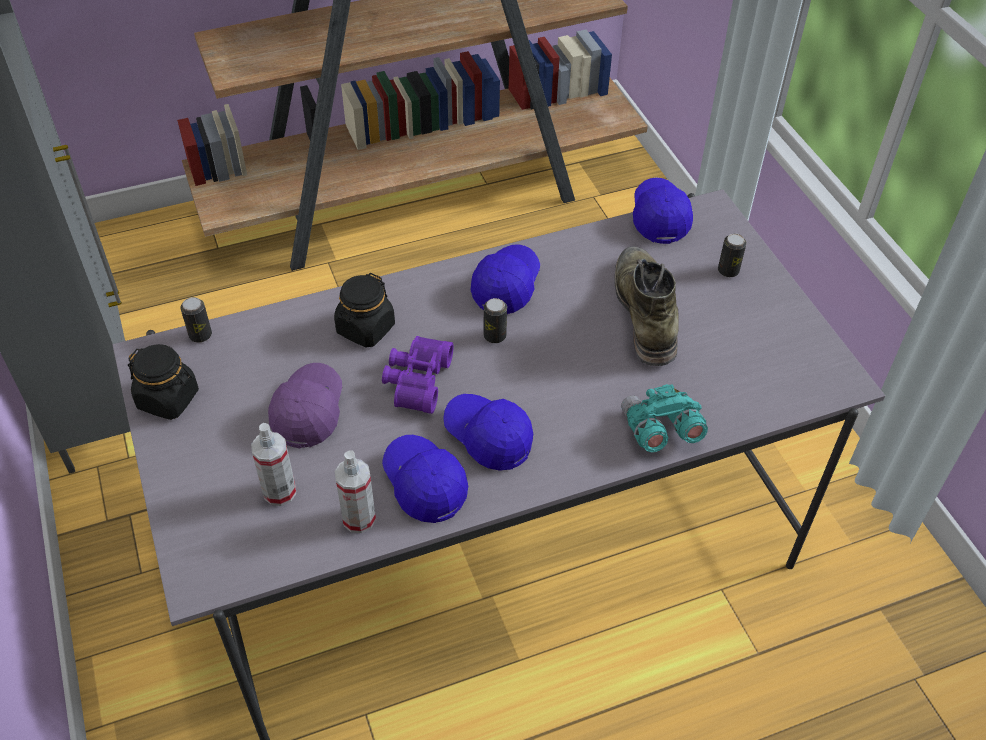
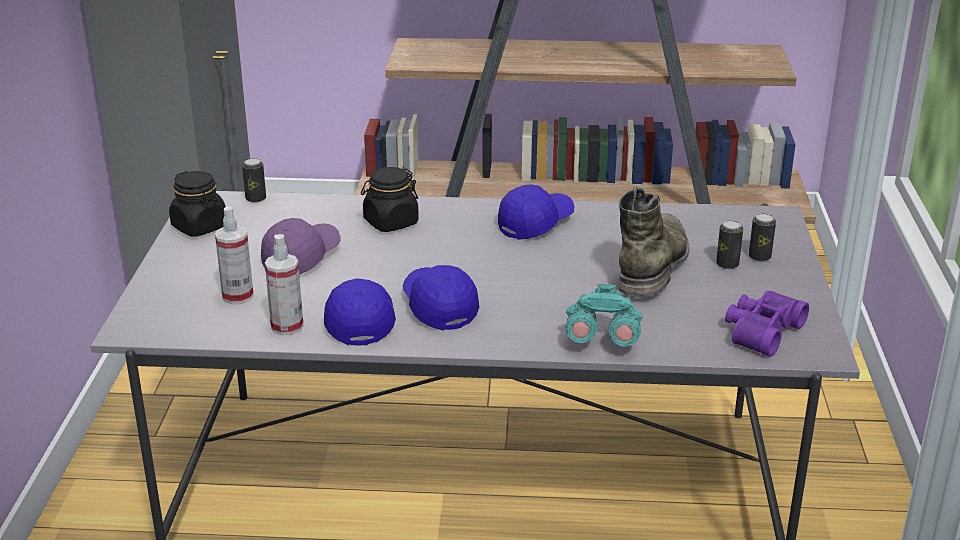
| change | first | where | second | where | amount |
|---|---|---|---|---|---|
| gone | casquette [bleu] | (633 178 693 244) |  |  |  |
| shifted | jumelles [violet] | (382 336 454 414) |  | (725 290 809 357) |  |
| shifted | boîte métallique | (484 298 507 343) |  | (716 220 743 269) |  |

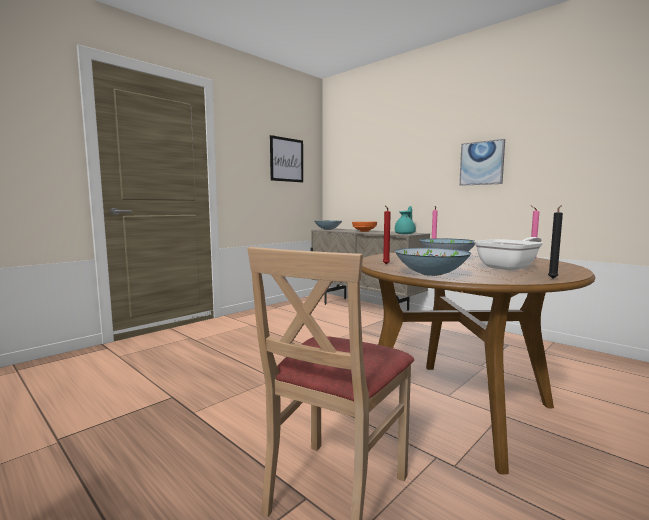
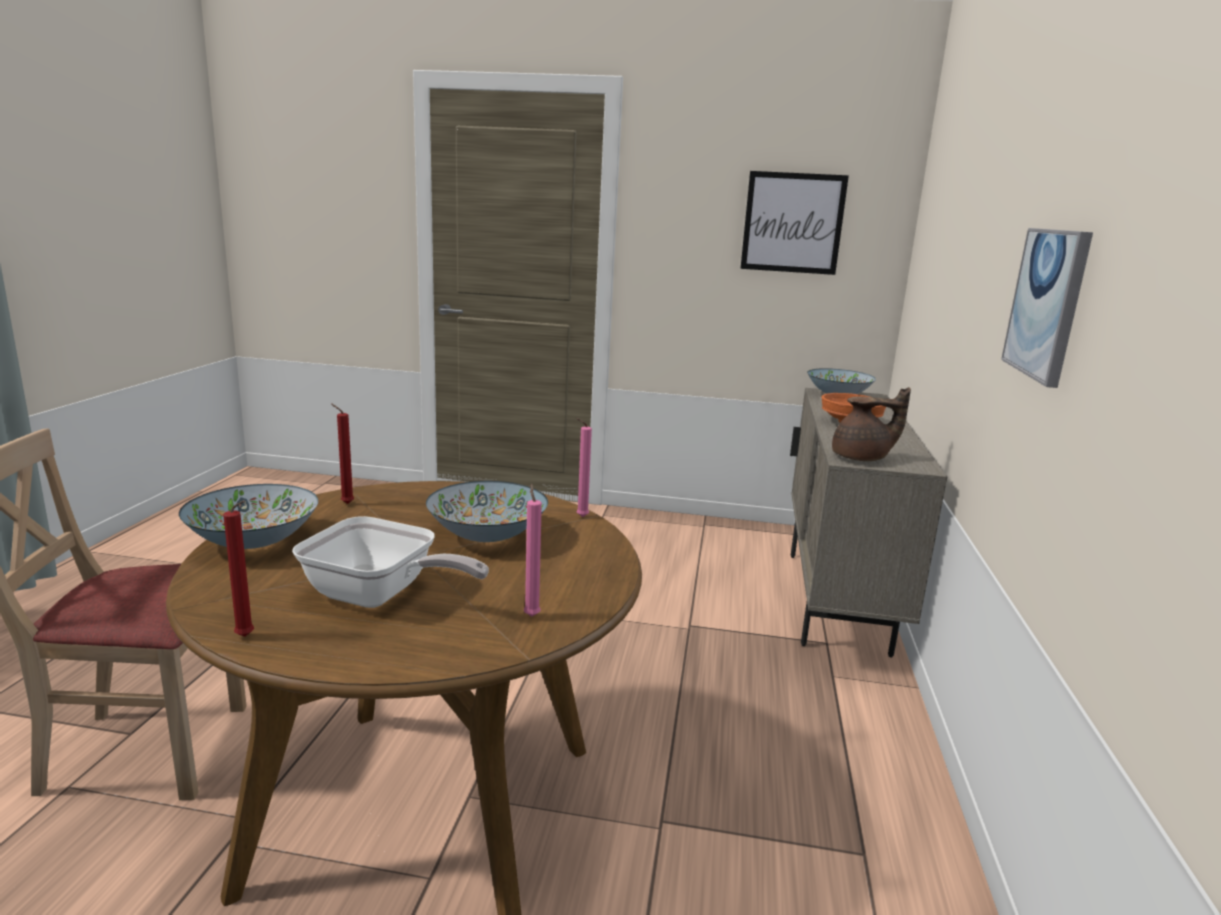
| change | first | where | second | where | amount |
|---|---|---|---|---|---|
| repainted | théière [turquoise] | (395 206 416 234) | théière [marron] | (832 387 911 461) |  |
| repainted | bougie [noir] | (548 205 563 279) | bougie [rouge] | (223 500 254 637) |  |

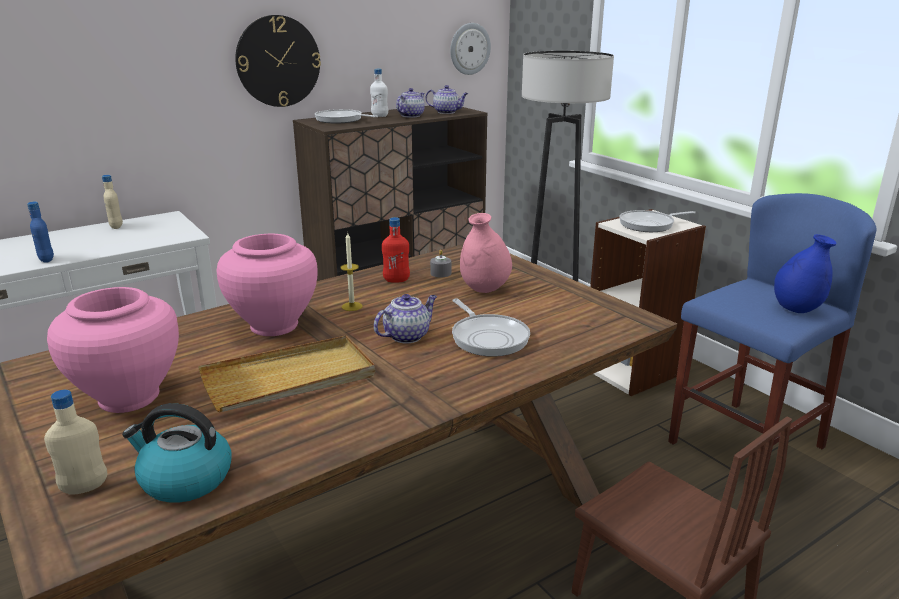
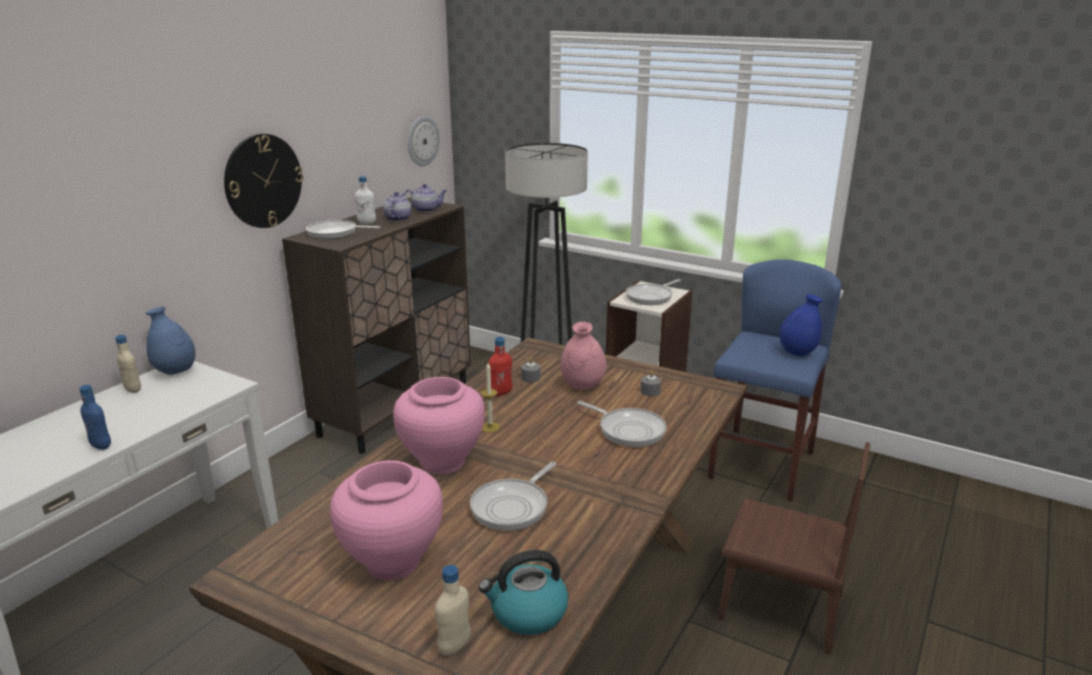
| change | first | where | second | where | amount |
|---|---|---|---|---|---|
| gone | théière | (374 294 437 344) |  |  |  |
| new |  |  | vase [bleu] | (146 307 195 375) |  |
| new |  |  | bougie [gris] | (641 370 661 396) |  |
| swapped | plateau [beige] | (198 336 375 412) | poêle | (470 462 557 531) |  |

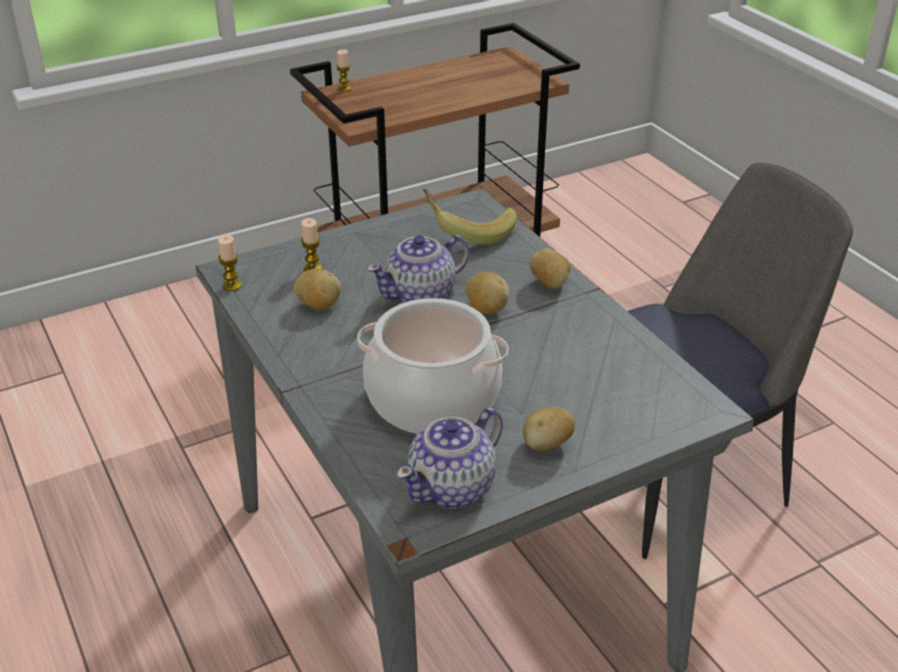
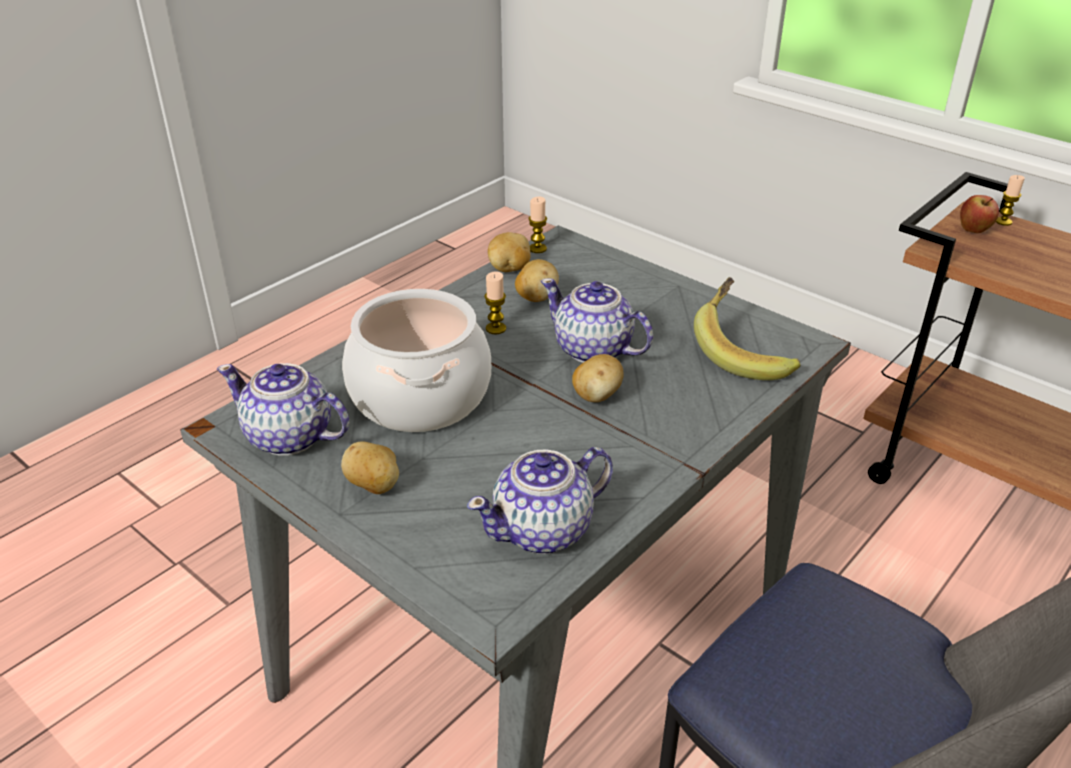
| change | first | where | second | where | amount |
|---|---|---|---|---|---|
| new |  |  | théière | (467 447 613 554) |  |
| new |  |  | pomme | (960 195 999 233) |  |
| shifted | bougie | (301 218 322 271) |  | (484 271 506 335) |  |
| shifted | pomme de terre | (530 248 571 289) |  | (488 232 531 272) |  |

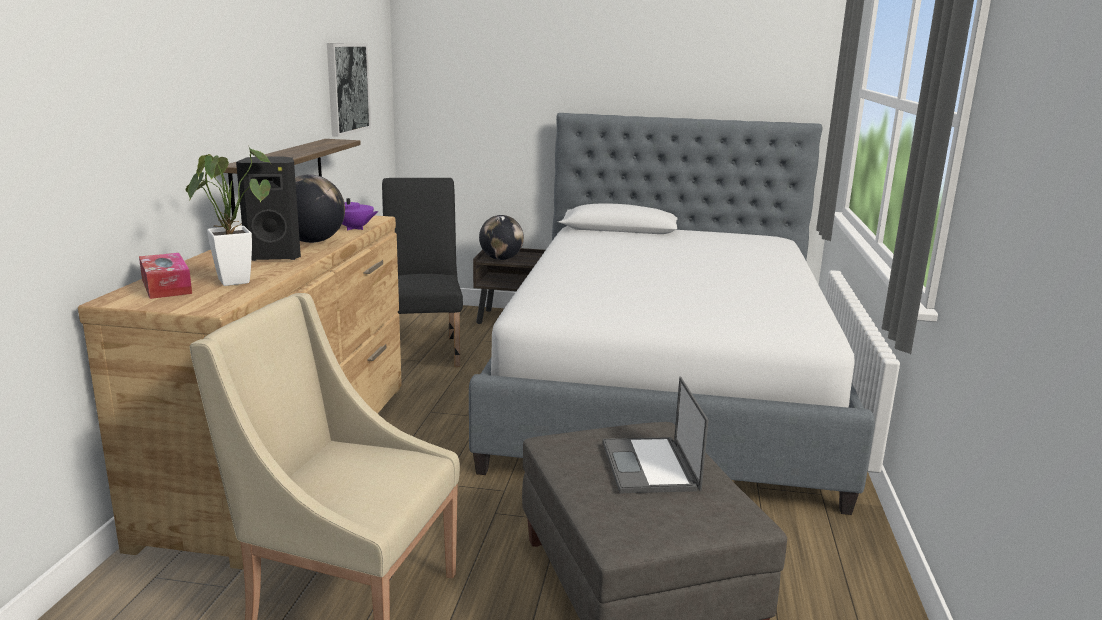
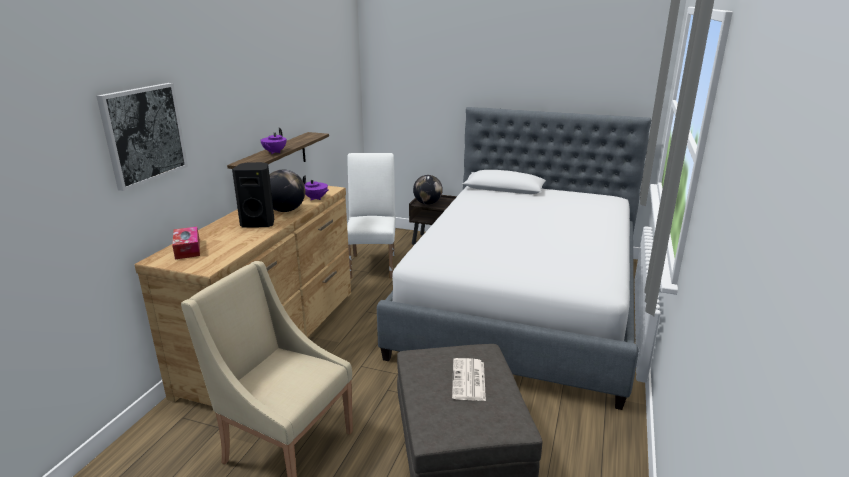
| change | first | where | second | where | amount |
|---|---|---|---|---|---|
| gone | plante en pot | (185 145 271 286) |  |  |  |
| new |  |  | théière [violet] | (260 128 286 154) |  |
| shifted | tableau | (327 43 371 137) |  | (96 83 188 191) |  |
| swapped | ordinateur portable | (603 377 708 493) | journal | (452 358 486 401) |  |
| repainted | chaise [noir] | (382 178 463 367) | chaise [blanc] | (347 153 396 279) |  |

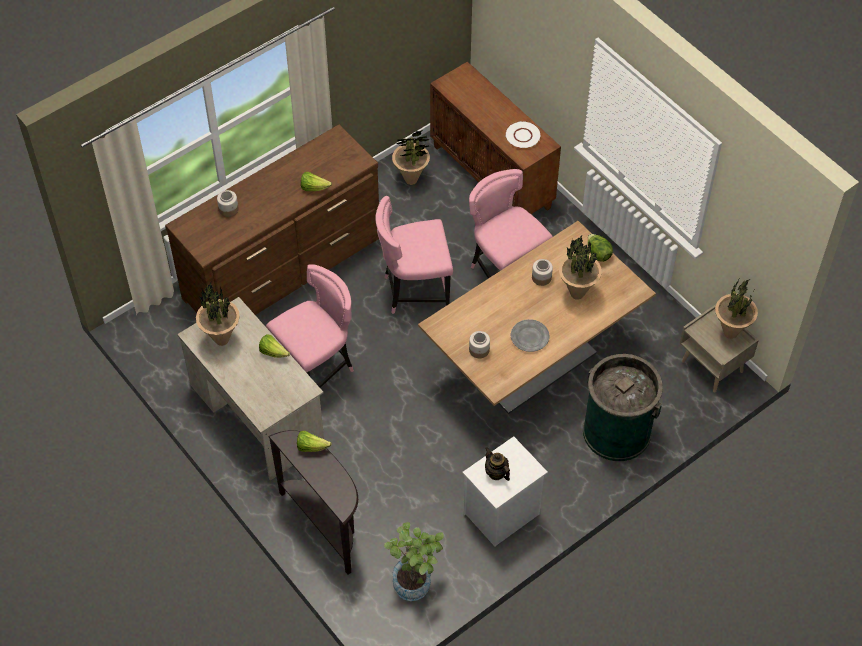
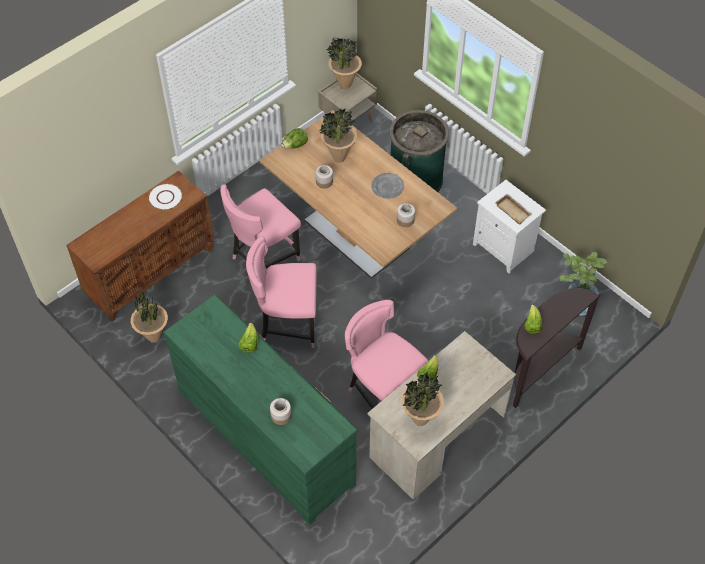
| change | first | where | second | where | amount |
|---|---|---|---|---|---|
| swapped | théière | (485 447 510 481) | plateau [beige] | (495 194 532 225) |  |
| repainted | commode [marron] | (165 124 379 315) | commode [vert] | (163 295 357 525) |  |
| rotated | chaise [rose] | (375 196 453 314) |  | (246 236 317 348) | 105 degrees clockwise |

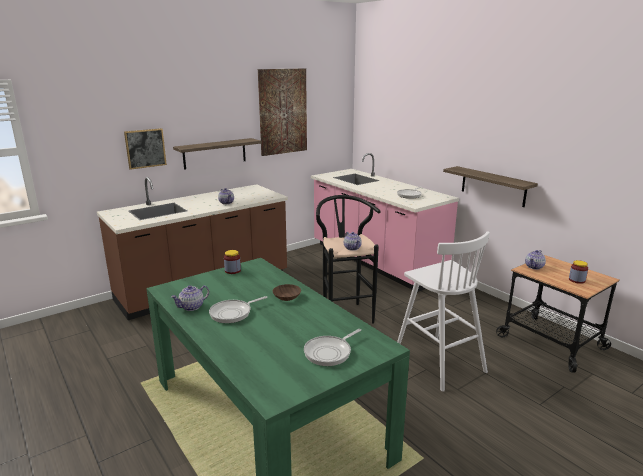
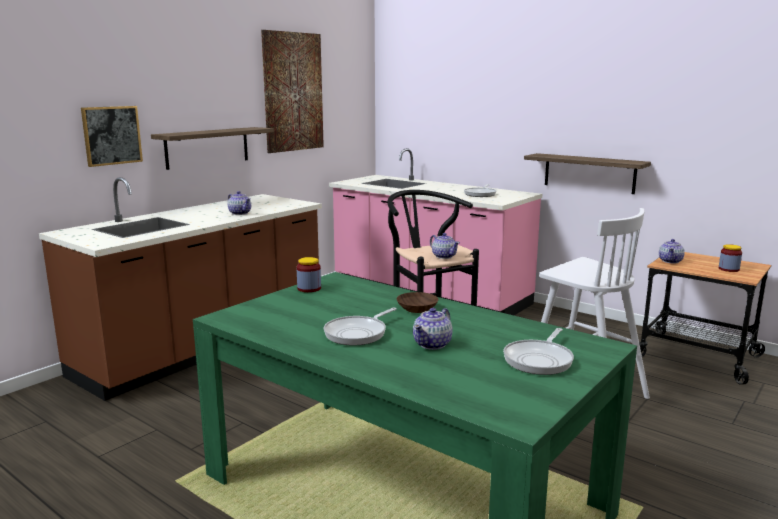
| change | first | where | second | where | amount |
|---|---|---|---|---|---|
| shifted | théière | (171 285 209 311) |  | (413 308 453 350) |  |

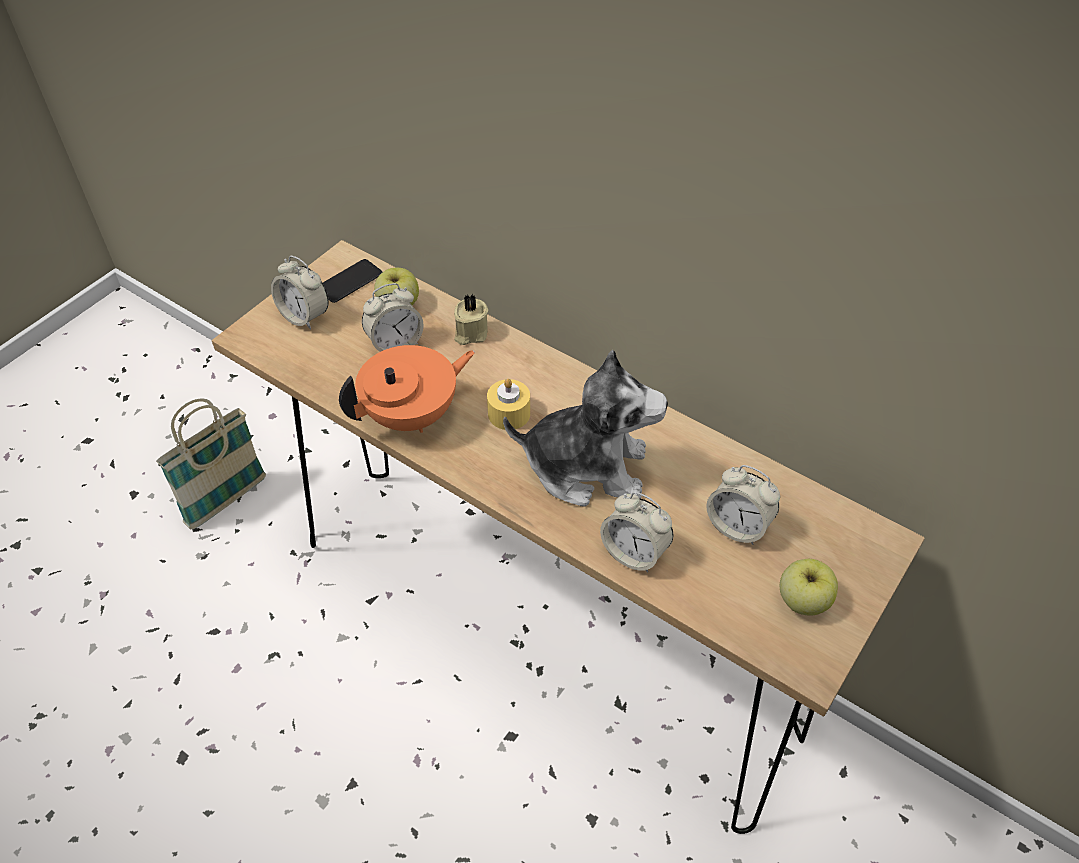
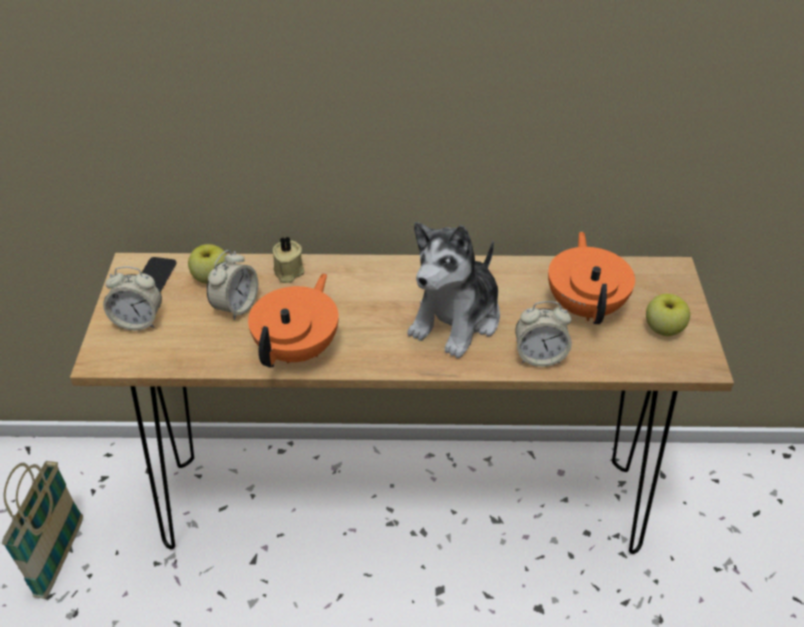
| change | first | where | second | where | amount |
|---|---|---|---|---|---|
| gone | bougie [jaune] | (487 379 530 430) |  |  |  |
| swapped | réveil | (706 465 780 545) | théière [orange] | (548 231 635 324) |  |
| rotated | peluche | (503 350 668 507) |  | (407 222 500 358) | 150 degrees clockwise |

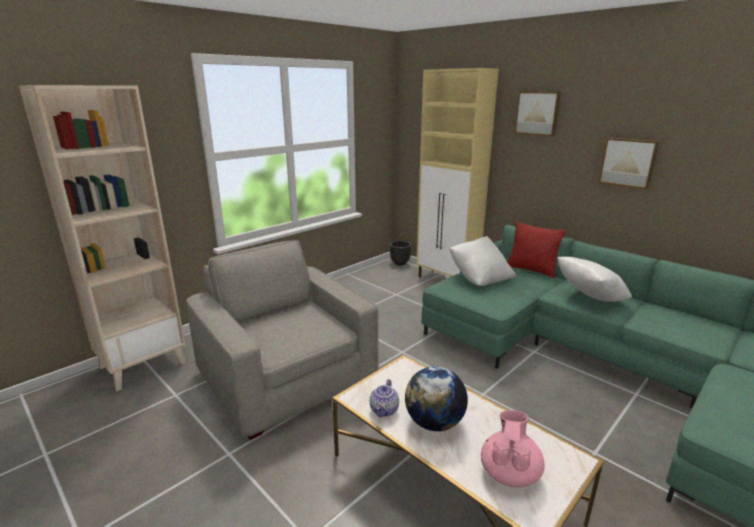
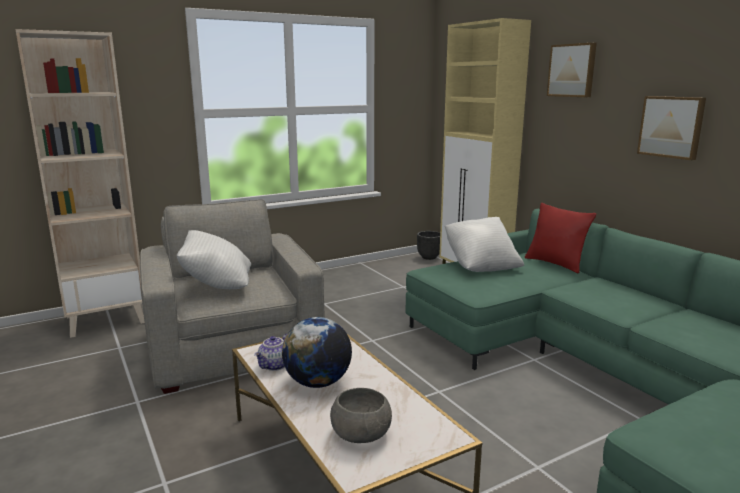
| change | first | where | second | where | amount |
|---|---|---|---|---|---|
| shifted | coussin [blanc] | (557 257 632 302) |  | (177 230 251 289) |  |
| swapped | théière [rose] | (481 410 545 487) | bol [gris] | (330 388 392 443) |  |

